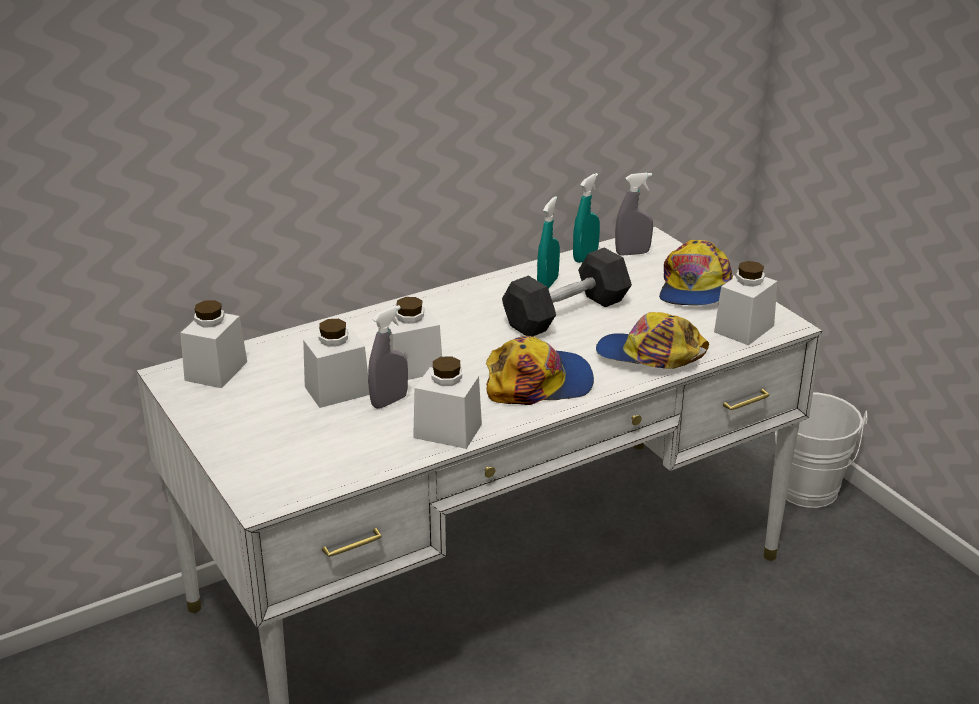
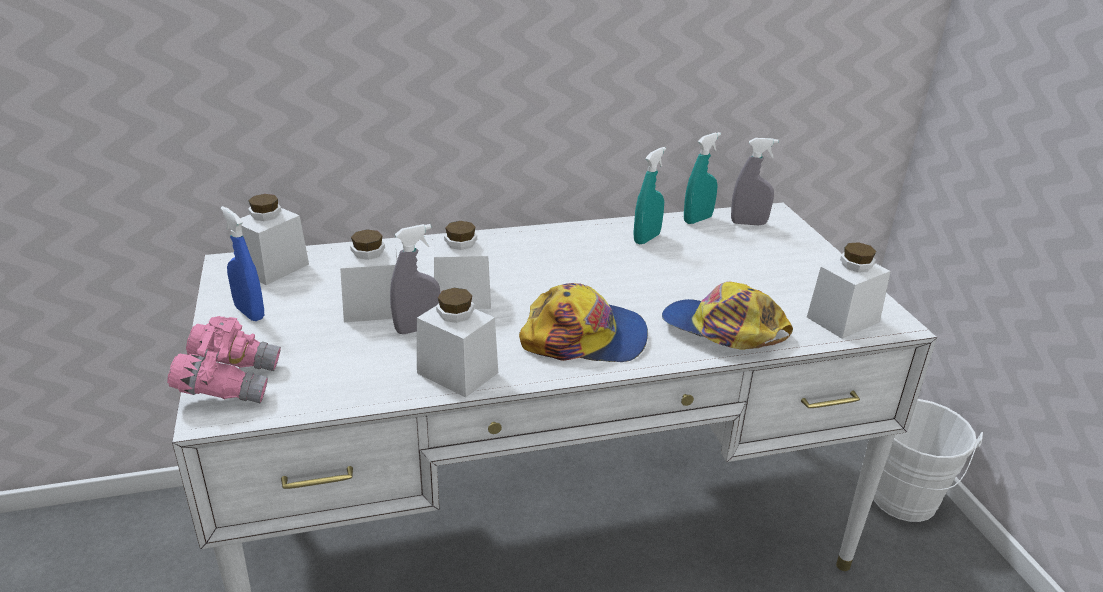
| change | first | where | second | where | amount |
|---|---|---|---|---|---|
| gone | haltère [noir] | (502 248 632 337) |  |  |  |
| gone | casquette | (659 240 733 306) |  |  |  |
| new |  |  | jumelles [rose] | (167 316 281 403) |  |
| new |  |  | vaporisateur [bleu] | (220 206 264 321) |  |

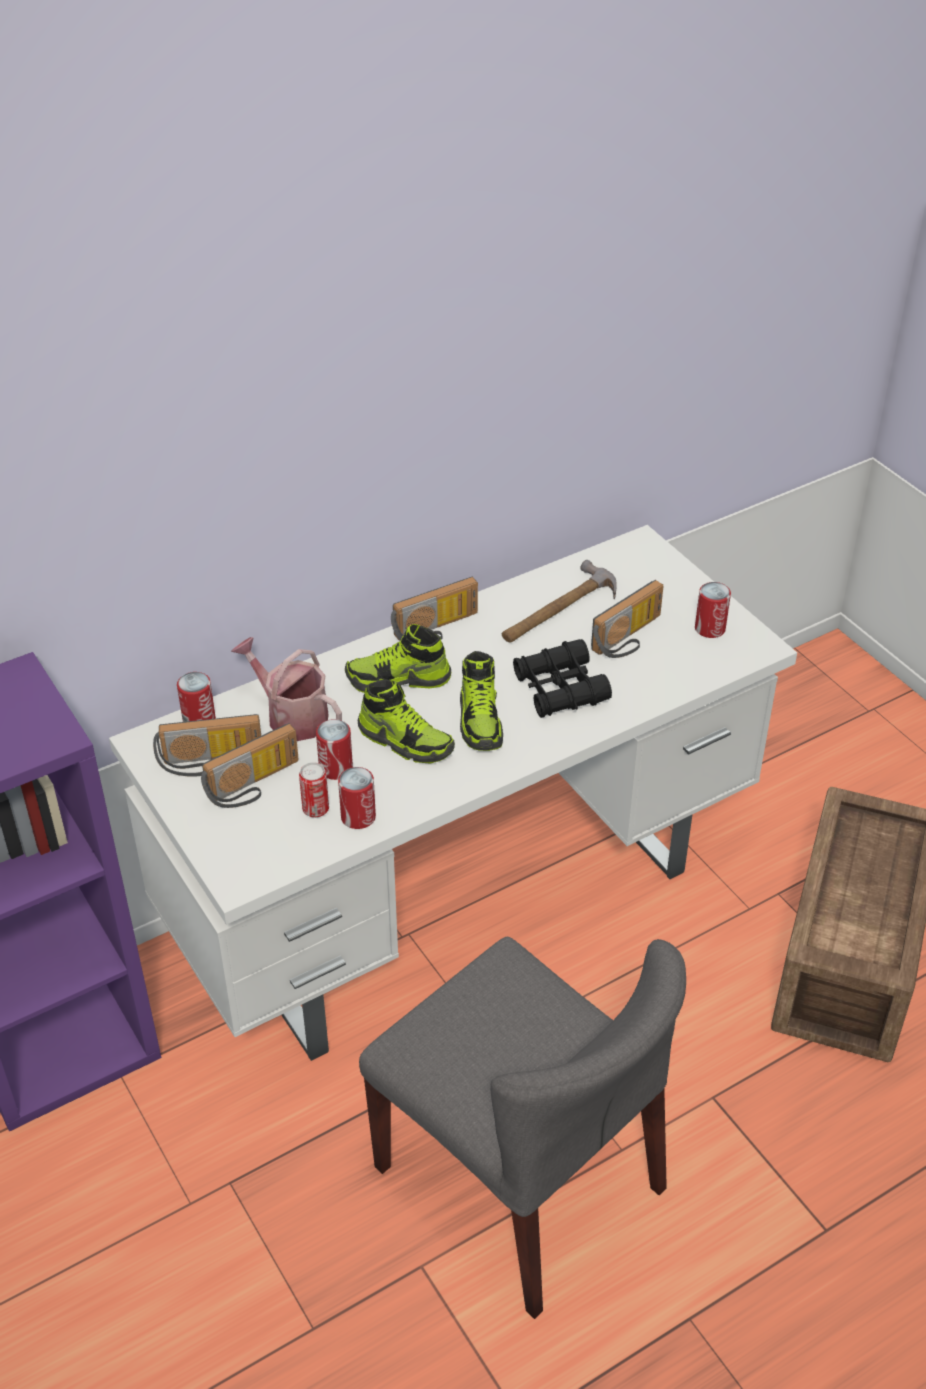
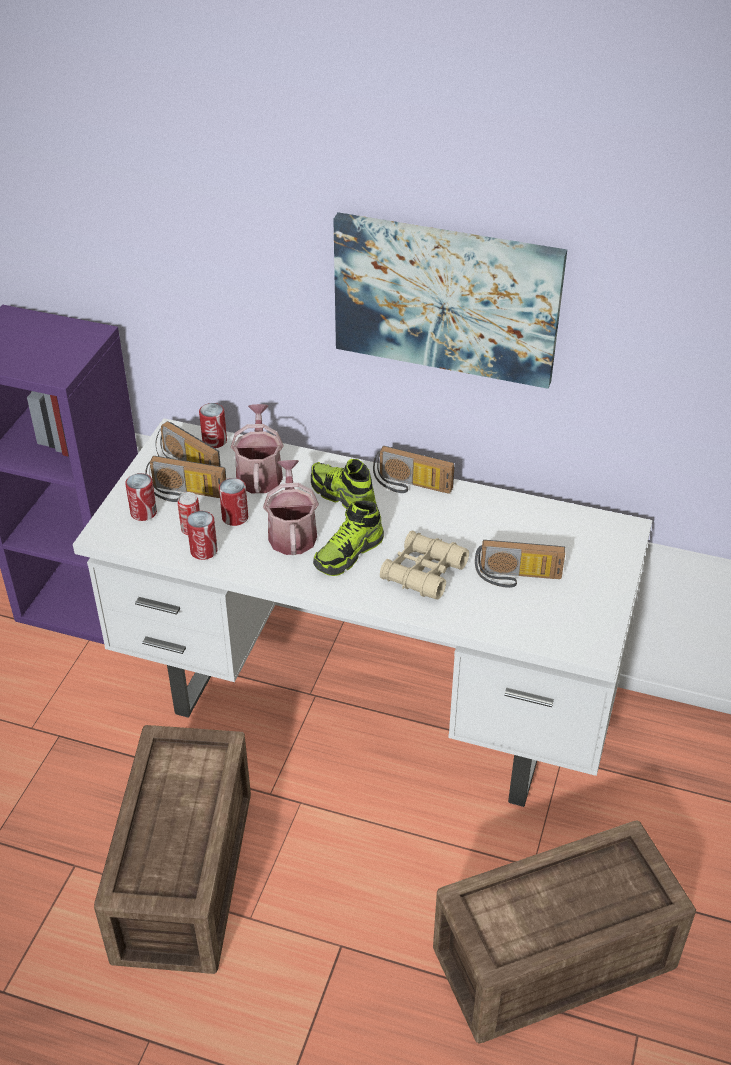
| change | first | where | second | where | amount |
|---|---|---|---|---|---|
| gone | marteau | (502 560 617 643) |  |  |  |
| new |  |  | tableau | (333 212 567 389) |  |
| shifted | boîte métallique | (695 582 731 638) |  | (125 473 157 521) |  |
| swapped | chaussure | (358 679 455 763) | arrosoir | (263 460 319 555) |  |
| swapped | chaise [gris] | (359 937 686 1319) | caisse | (94 725 251 974) |  |
| repainted | jumelles [noir] | (513 639 612 718) | jumelles [beige] | (380 531 469 599) |  |

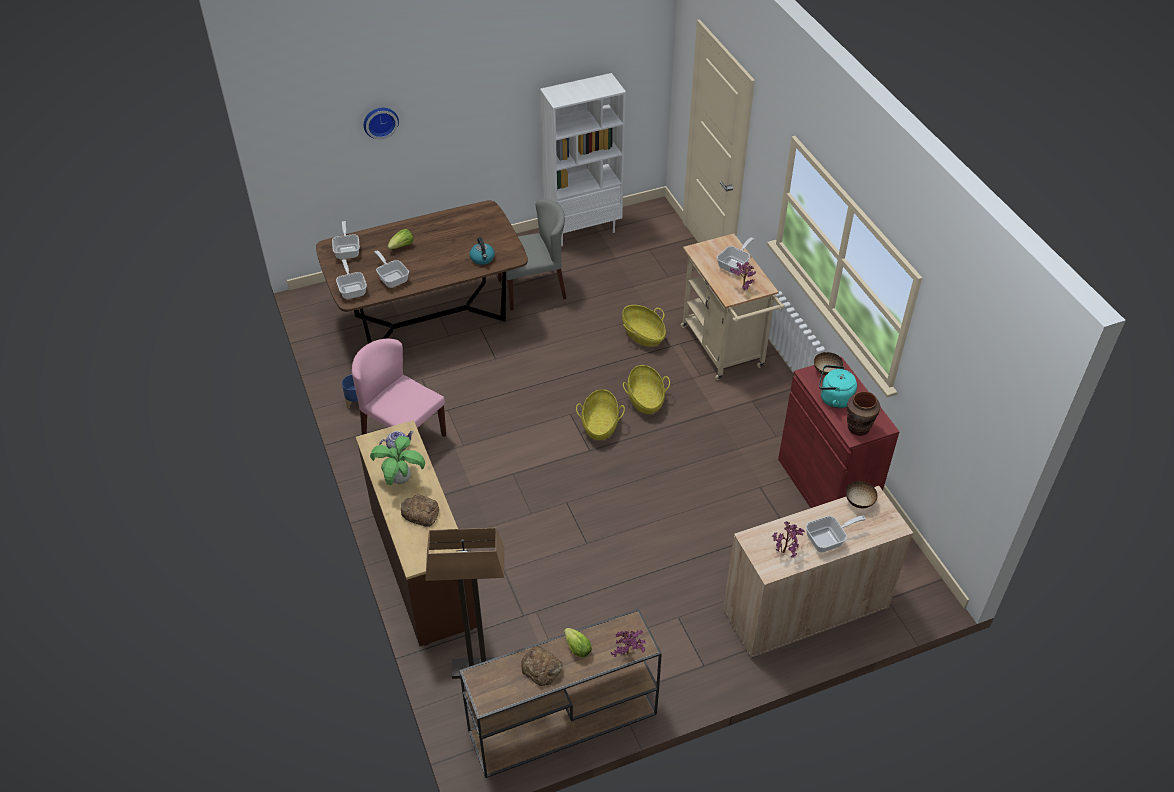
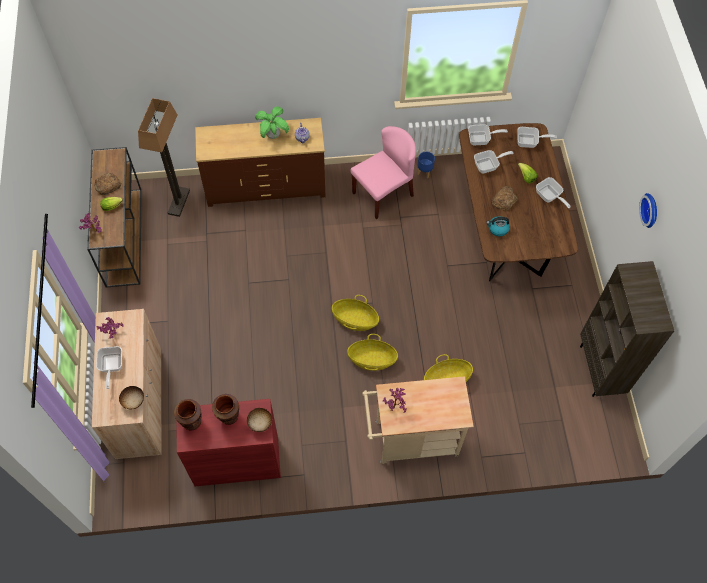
| change | first | where | second | where | amount |
|---|---|---|---|---|---|
| gone | chaise [gris] | (498 199 566 311) |  |  |  |
| shifted | horloge murale | (364 108 399 139) |  | (639 193 657 228) |  |
| shifted | pain | (401 495 439 527) |  | (492 186 518 210) |  |
| shifted | poêle | (717 237 754 274) |  | (536 177 571 208) |  |
| swapped | bouilloire [turquoise] | (819 365 857 408) | vase [marron] | (212 394 239 425) |  |
| repainted | bibliothèque [blanc] | (540 73 626 246) | bibliothèque [marron] | (580 261 674 397) |  |

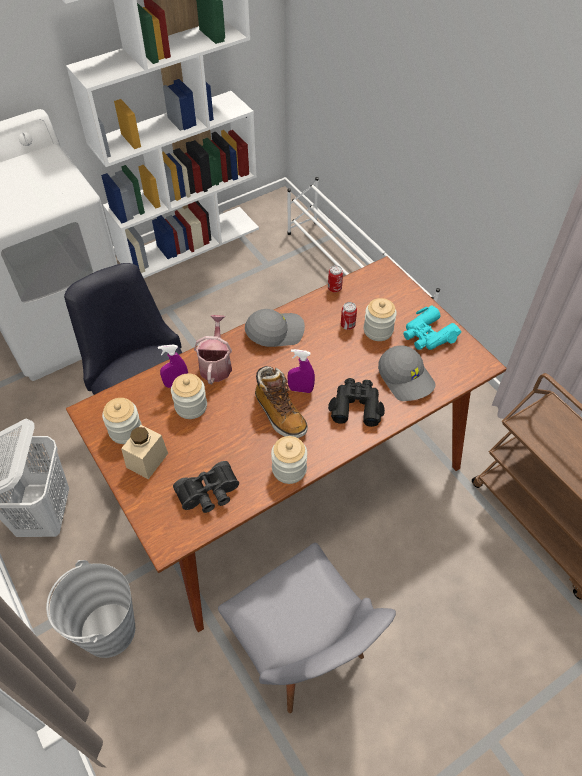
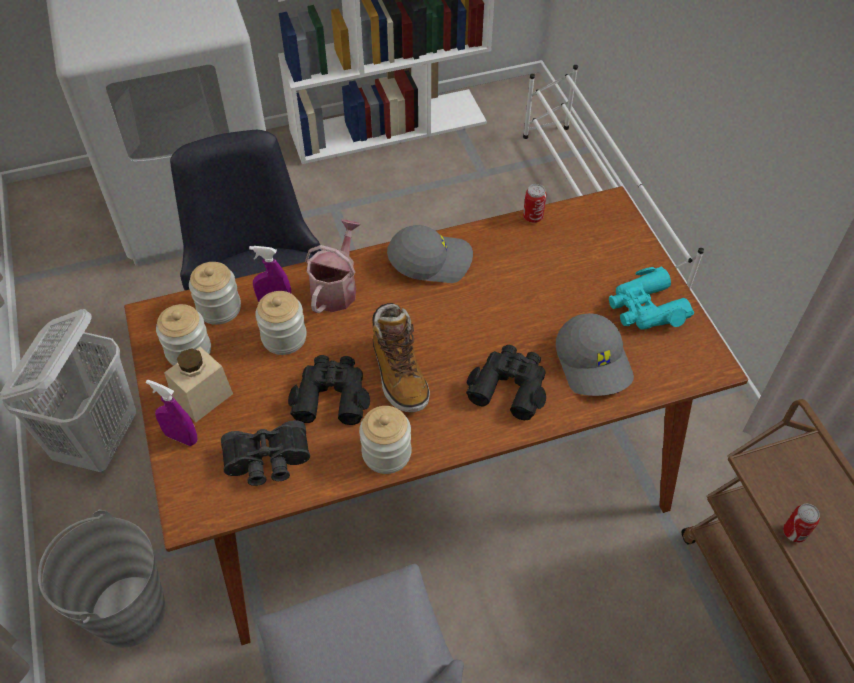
| change | first | where | second | where | amount |
|---|---|---|---|---|---|
| new |  |  | jumelles [noir] | (288 355 370 425) |  |
| shifted | vaporisateur [violet] | (287 349 315 393) |  | (146 380 198 446) |  |
| shifted | boîte métallique | (341 302 357 330) |  | (783 503 820 543) |  |
| shifted | bocal | (364 298 397 341) |  | (189 262 241 325) |  |

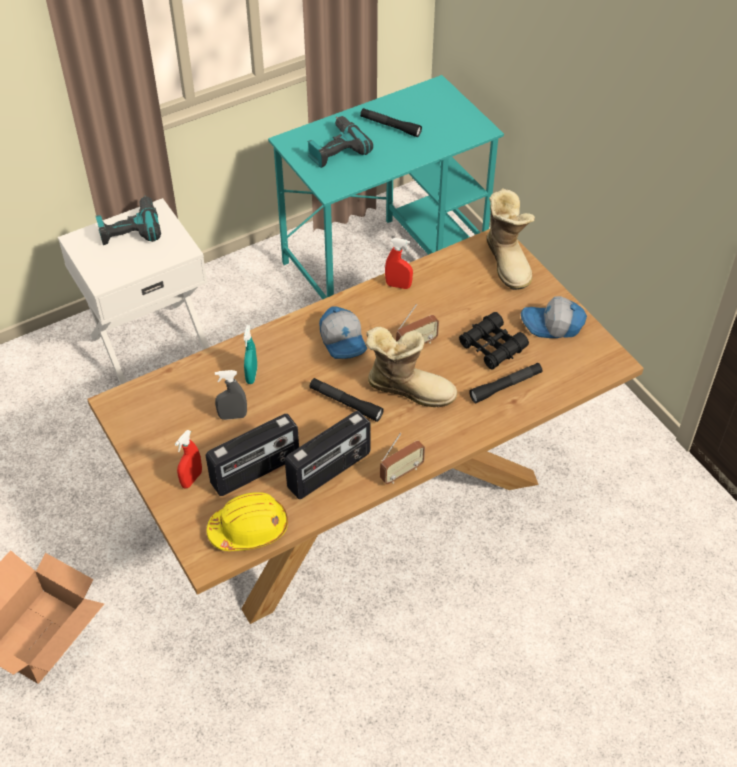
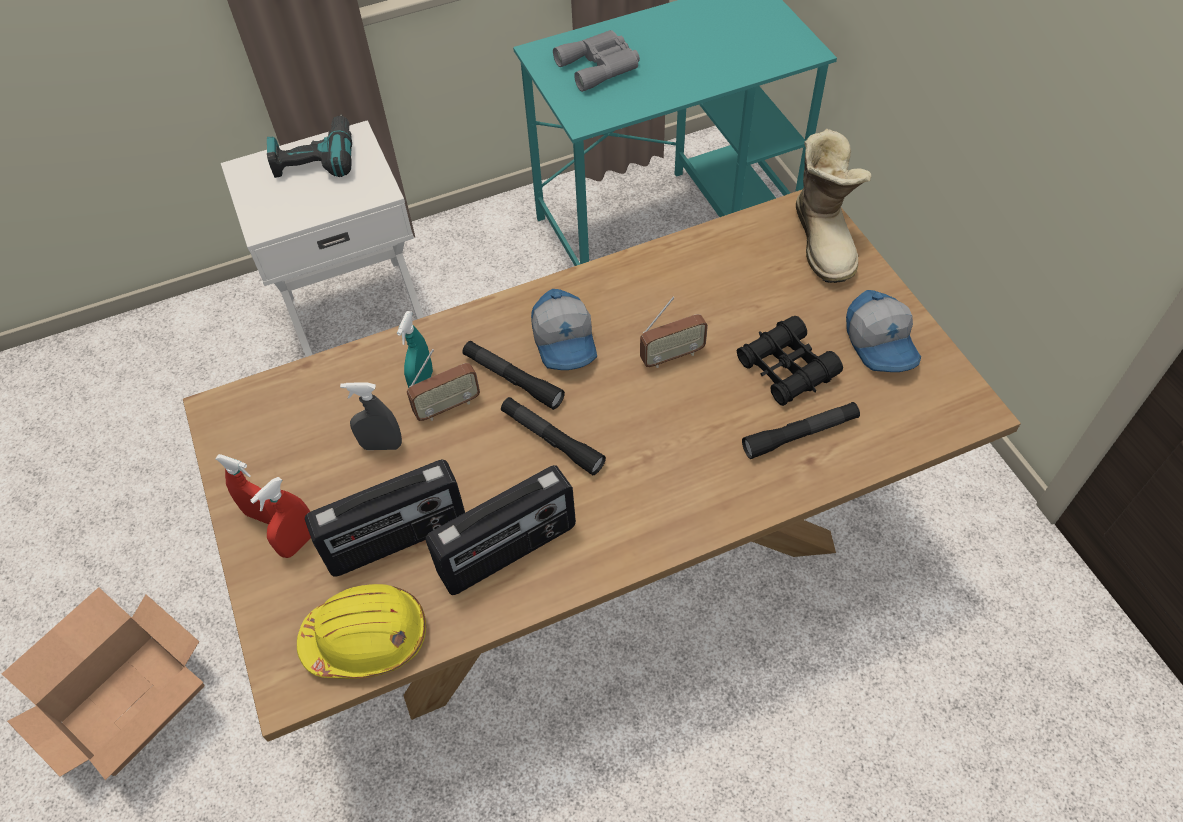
| change | first | where | second | where | amount |
|---|---|---|---|---|---|
| gone | botte | (365 327 457 407) |  |  |  |
| shifted | lampe de poche [noir] | (360 108 422 137) |  | (463 341 565 410) |  |
| shifted | radio | (380 433 425 484) |  | (407 349 480 421) |  |
| shifted | vaporisateur [rouge] | (385 238 413 289) |  | (215 454 276 524) |  |
| swapped | perceuse | (308 116 373 168) | jumelles [gris] | (553 30 640 92) |  |
| rotated | casquette | (521 296 587 338) |  | (846 290 921 372) | 120 degrees counterclockwise |

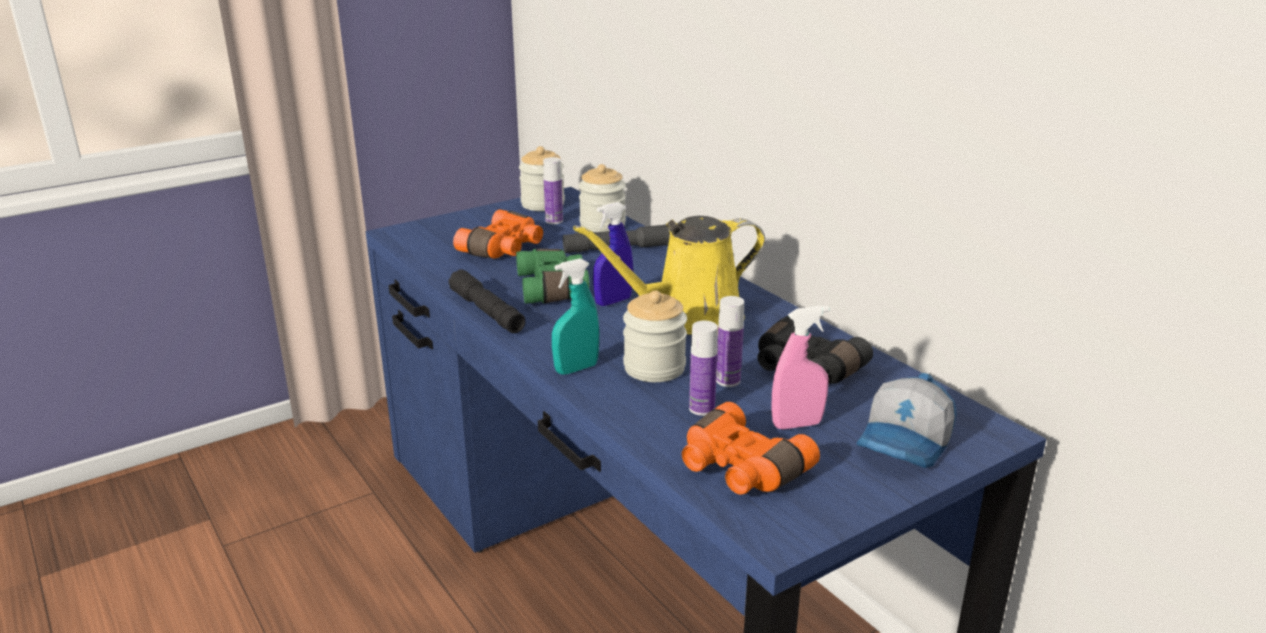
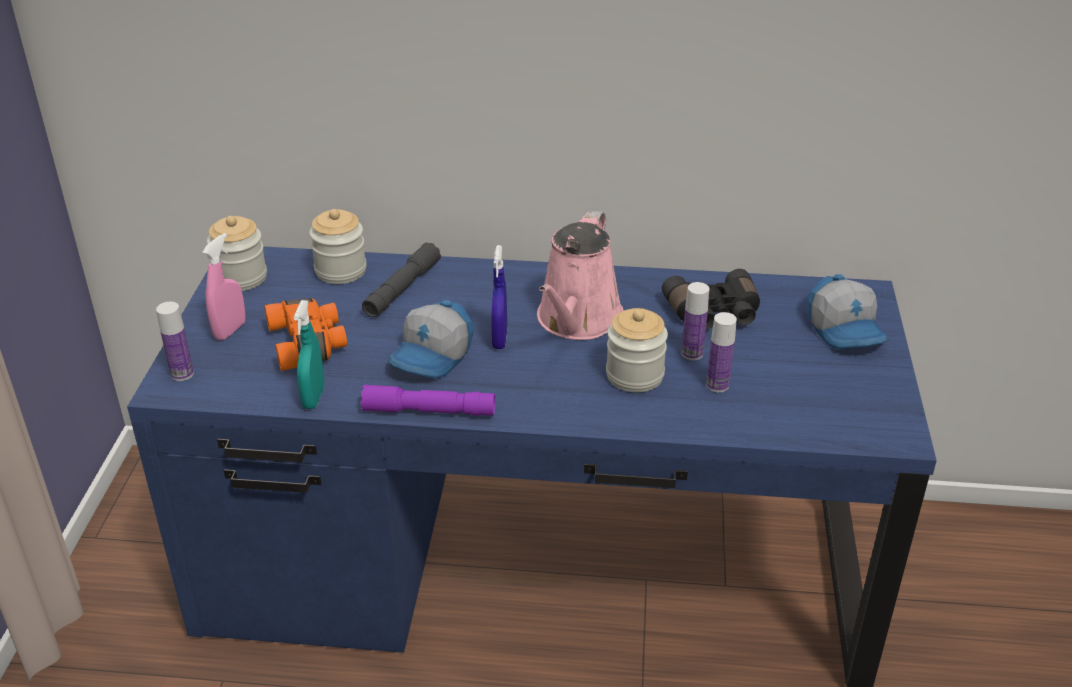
| change | first | where | second | where | amount |
|---|---|---|---|---|---|
| gone | jumelles [orange] | (682 402 820 495) |  |  |  |
| shifted | bouteille | (543 157 563 224) |  | (156 302 194 381) |  |
| shifted | vaporisateur [turquoise] | (552 258 599 375) |  | (293 300 324 409) |  |
| shifted | vaporisateur [rose] | (771 306 829 429) |  | (202 233 245 340) |  |
| swapped | jumelles [vert] | (516 249 589 304) | casquette | (388 300 473 379) |  |
| repainted | lampe de poche [noir] | (448 269 526 333) | lampe de poche [violet] | (361 384 495 416) |  |
| repainted | arrosoir [jaune] | (573 216 765 335) | arrosoir [rose] | (537 211 624 340) |  |

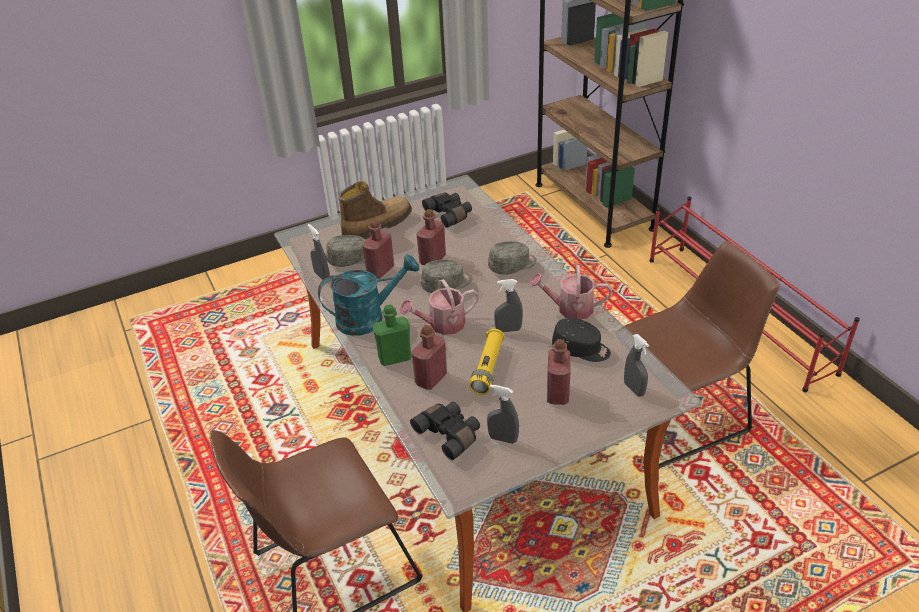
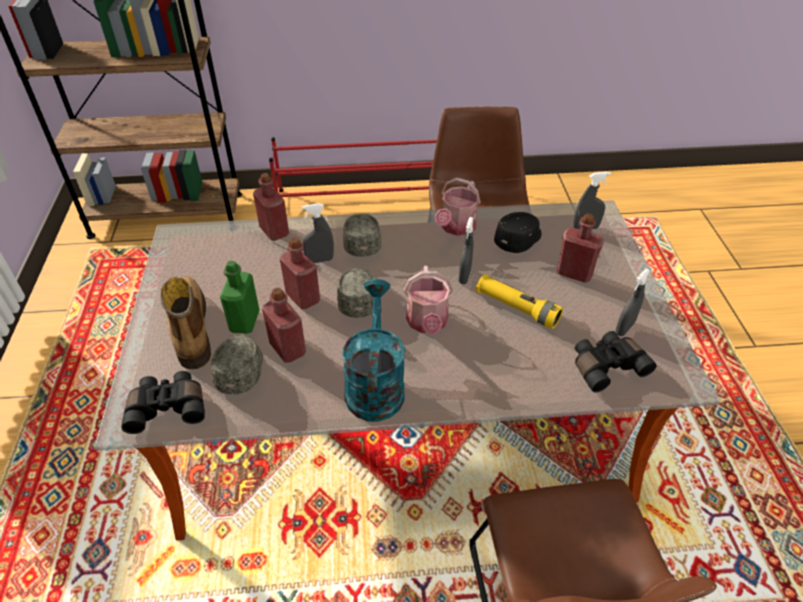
| change | first | where | second | where | amount |
|---|---|---|---|---|---|
| shifted | vaporisateur [gris] | (308 224 330 280) |  | (301 203 334 264) |  |
| shifted | bouteille [vert] | (373 304 412 366) |  | (220 261 260 334) |  |
| shifted | bouteille [rouge] | (411 325 447 390) |  | (253 173 289 241) |  |
| shifted | jumelles [noir] | (422 193 472 228) |  | (121 371 205 434) |  |

